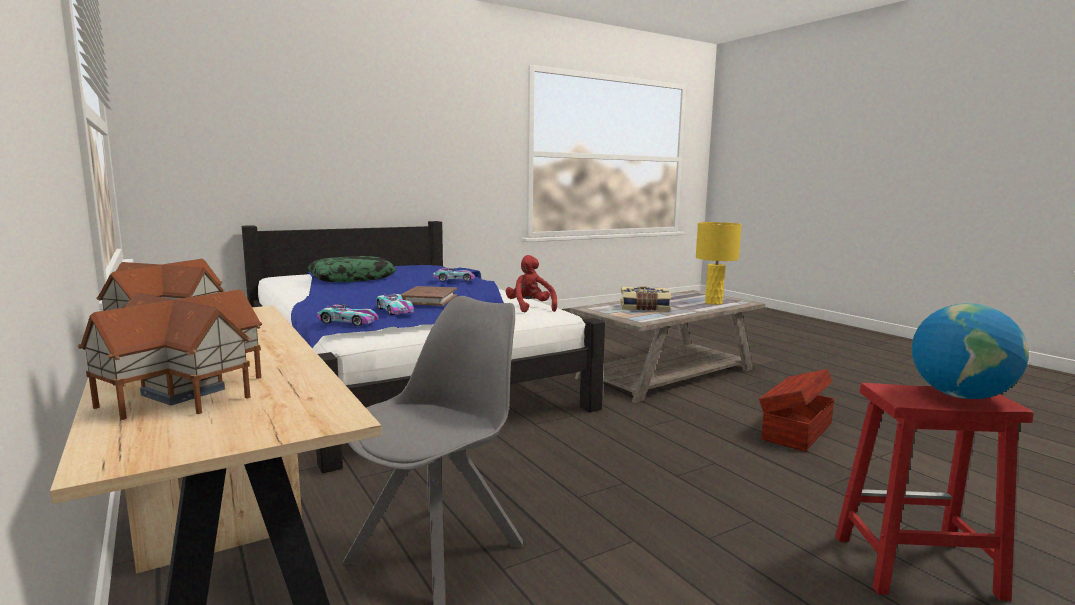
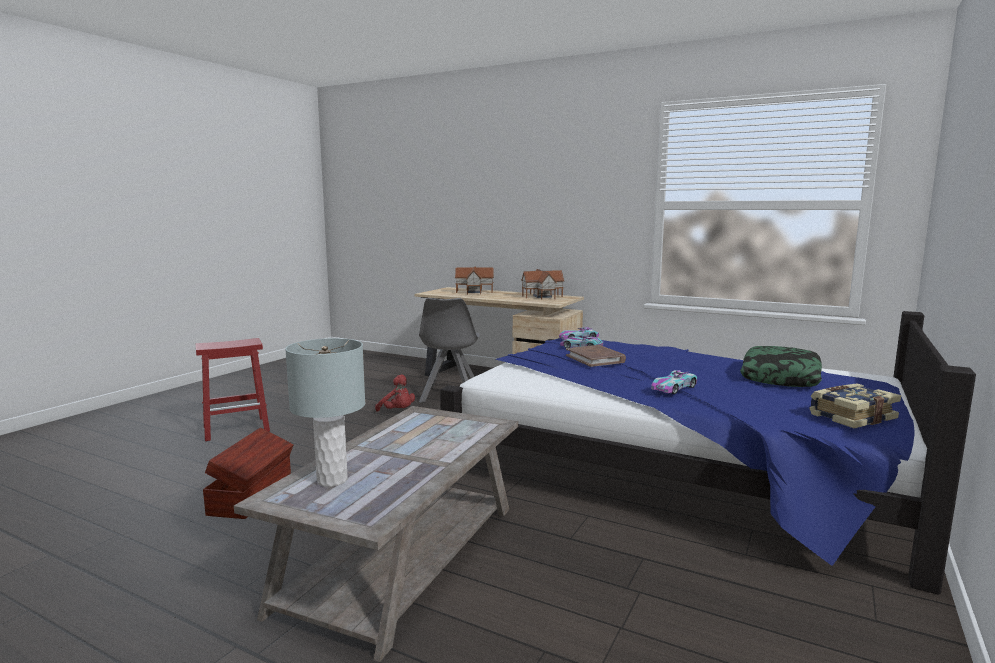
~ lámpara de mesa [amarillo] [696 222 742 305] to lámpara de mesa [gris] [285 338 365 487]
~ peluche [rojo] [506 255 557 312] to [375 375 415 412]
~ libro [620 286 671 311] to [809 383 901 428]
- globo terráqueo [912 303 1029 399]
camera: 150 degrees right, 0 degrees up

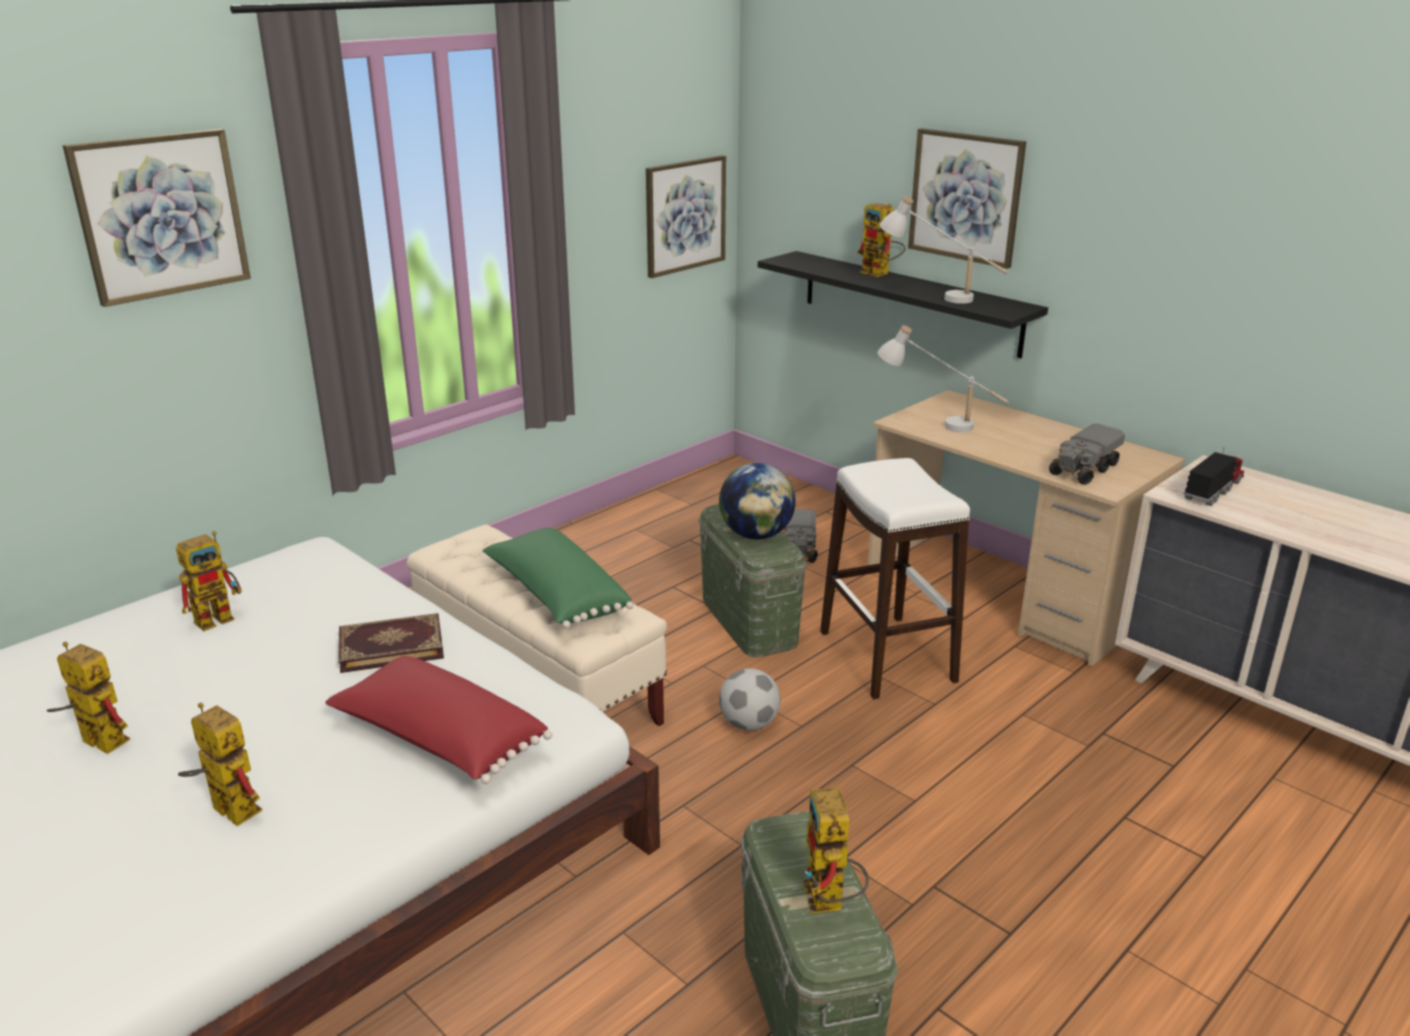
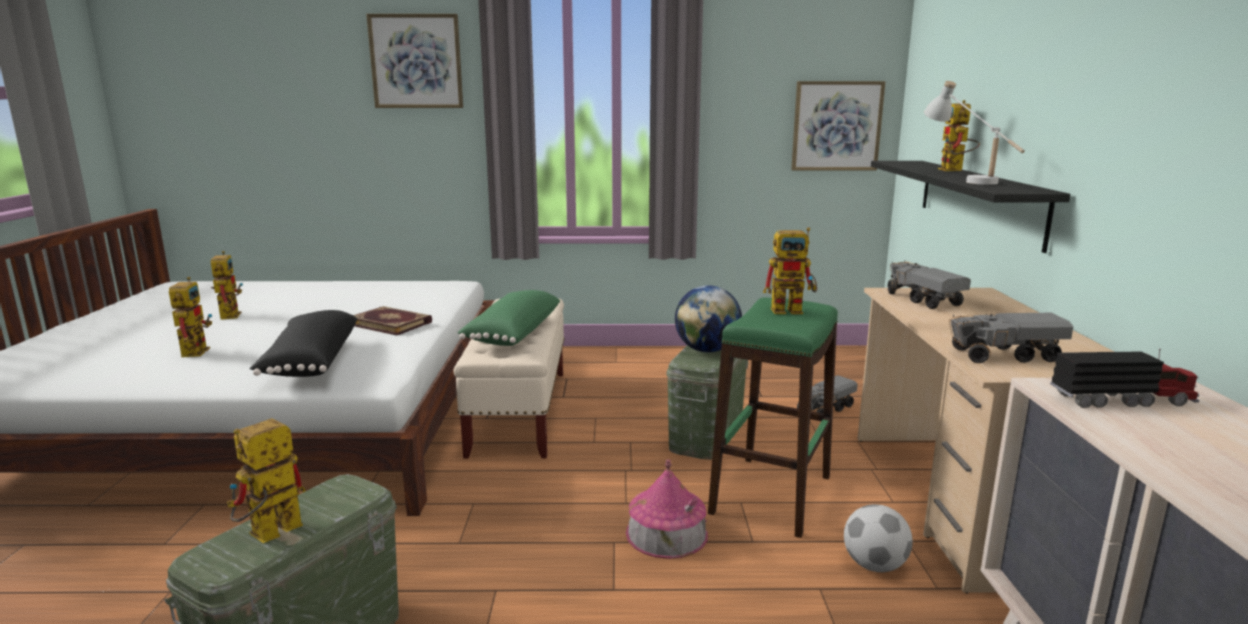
~ cojín [rojo] [326 656 552 784] to cojín [negro] [249 310 358 377]
+ casita [626 459 708 559]
~ taburete [blanco] [820 458 970 699] to taburete [verde] [708 298 838 538]
~ robot de juguete [176 531 241 631] to [763 227 817 314]
~ balón de fútbol [719 668 780 730] to [844 504 913 572]
~ lámpara de mesa [blanco] [878 325 1009 432] to camión de juguete [888 260 971 309]
- cuadro [908 128 1026 269]
camera: 45 degrees right, 10 degrees down

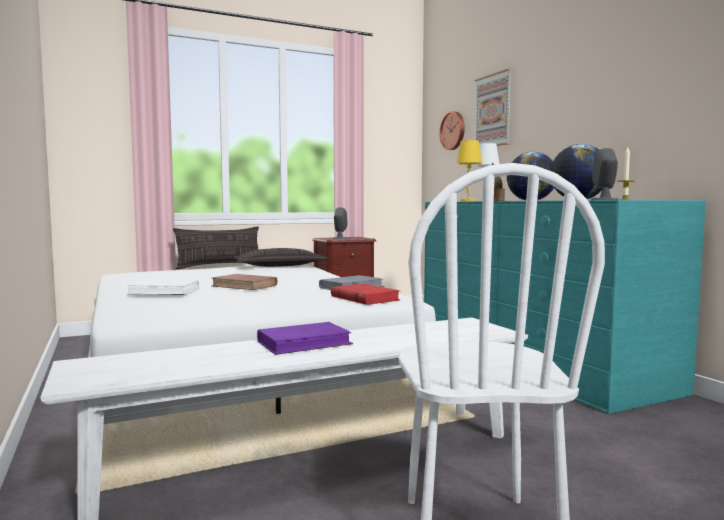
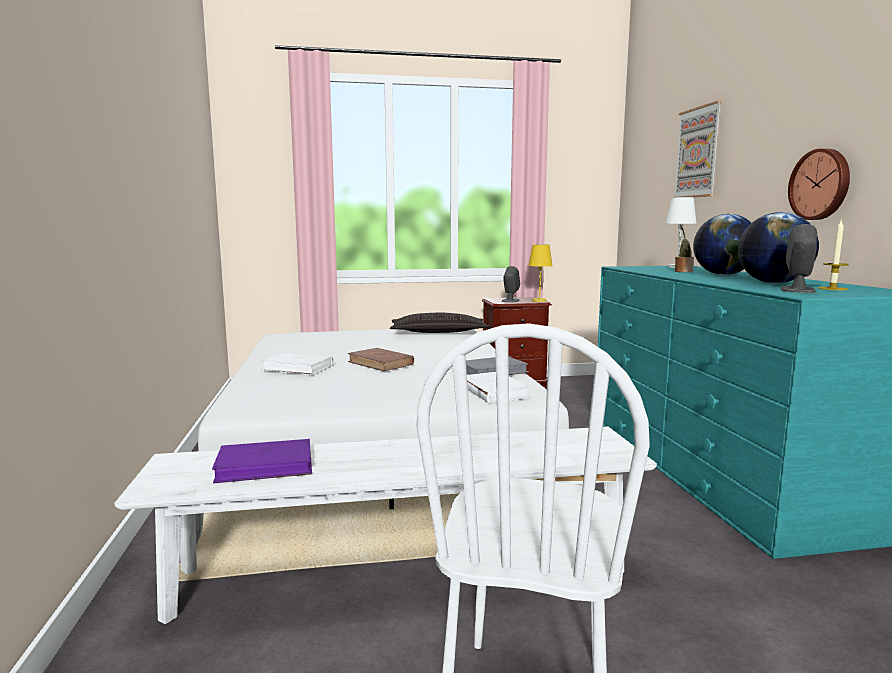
~ libro [morado] [257 322 353 355] to [212 439 312 483]
~ libro [rojo] [331 284 400 305] to libro [blanco] [467 372 531 403]
~ lámpara de mesa [amarillo] [456 140 482 201] to [528 244 552 302]
~ reloj de pared [439 111 465 150] to [788 148 850 220]
- cojín [173 226 259 270]
camera: 15 degrees right, 5 degrees up

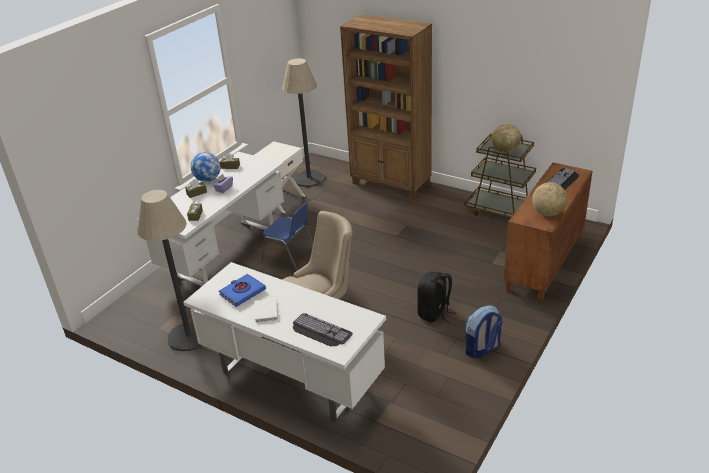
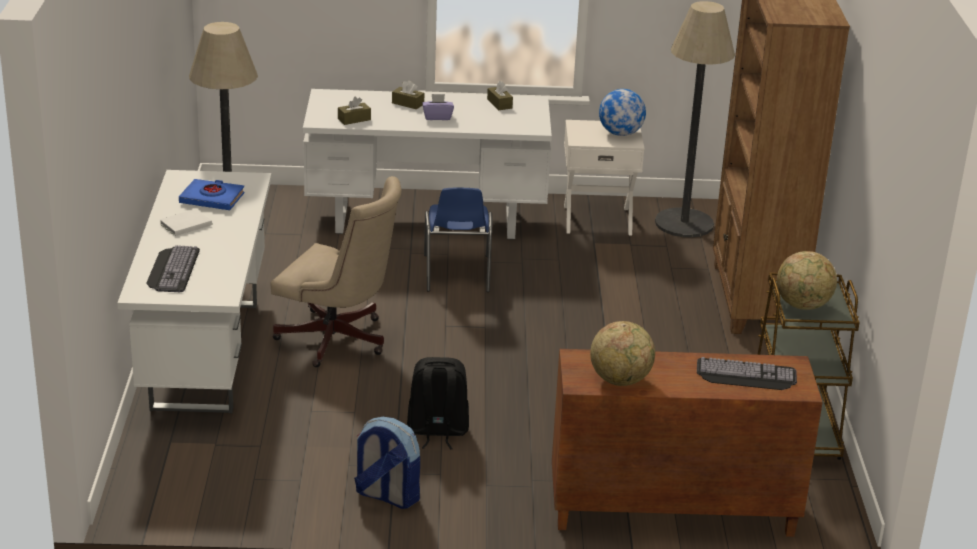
~ globo terráqueo [191 152 221 182] to [599 89 646 136]
camera: 55 degrees right, 5 degrees down

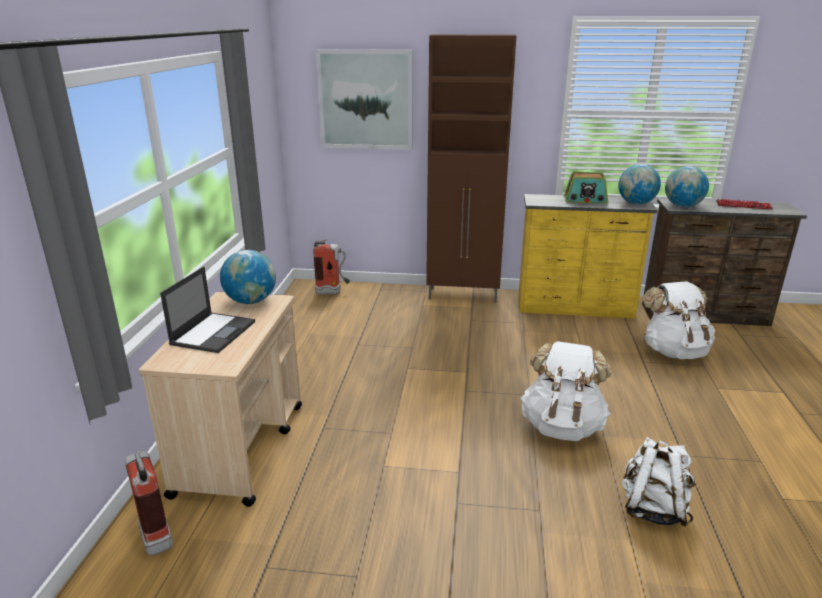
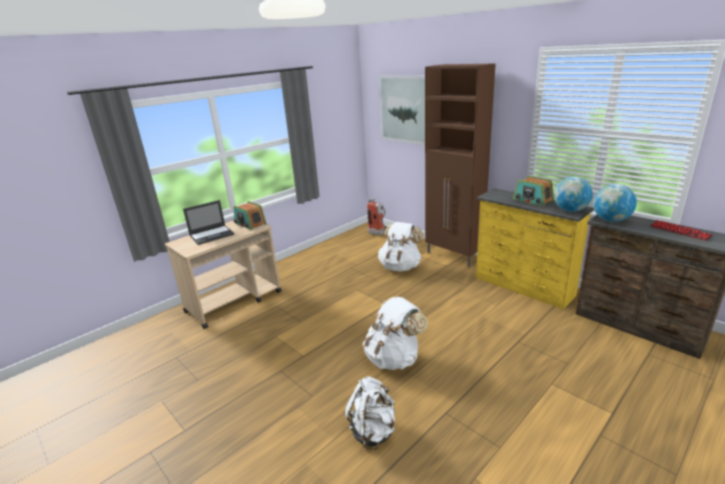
~ globo terráqueo [220 250 276 304] to radio [233 201 267 230]
~ mochila [blanco] [643 281 715 359] to [378 222 424 271]
- extintor [125 451 173 556]
camera: 40 degrees right, 0 degrees up

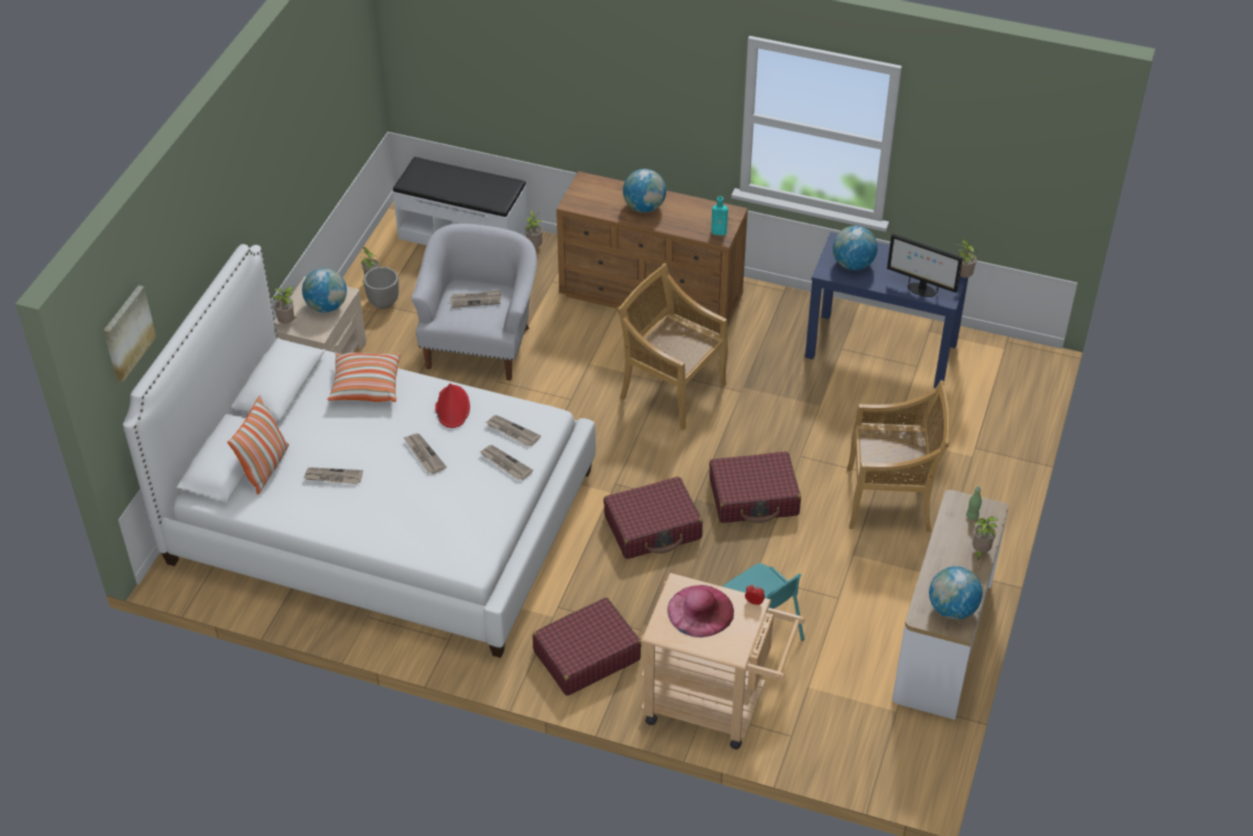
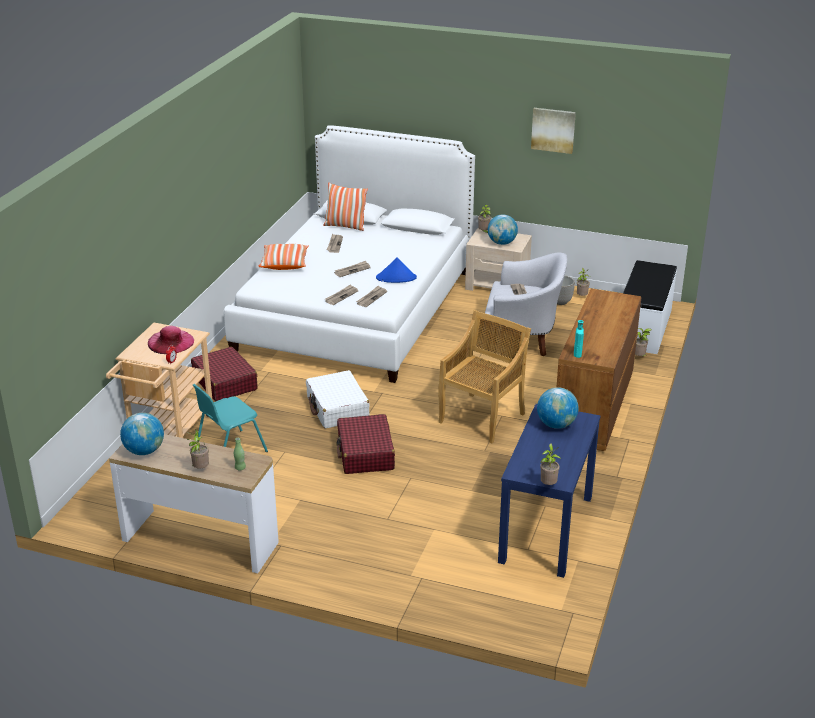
~ cojín [327 353 400 402] to [259 244 309 270]
~ maleta [rojo] [603 477 703 559] to maleta [blanco] [306 370 370 428]
~ sombrero [rojo] [435 383 470 428] to sombrero [azul] [376 258 417 283]
~ cuadro [103 285 156 382] to [531 108 576 154]
- globo terráqueo [623 169 666 213]
- silla [beis] [847 380 950 532]
- monitor [887 234 963 297]
camera: 90 degrees right, 15 degrees down

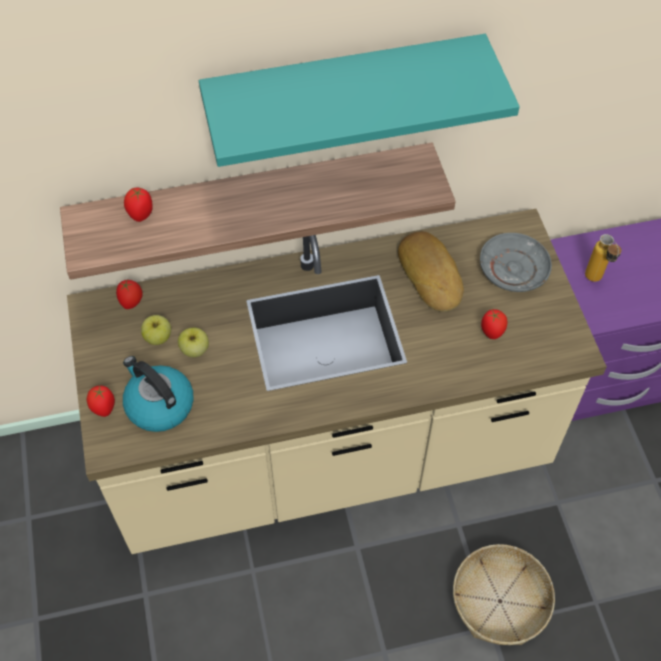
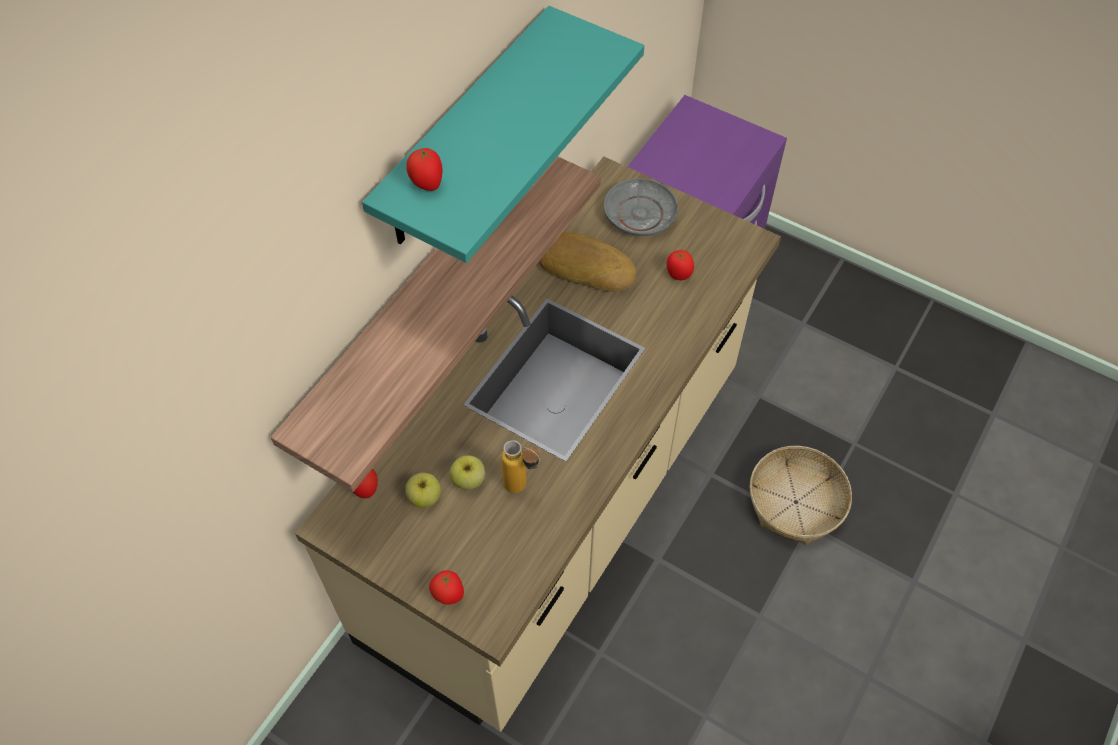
~ tomate [124 188 153 222] to [406 147 443 191]
~ botella [585 234 622 282] to [501 440 540 493]
- hervidor [123 356 194 432]
camera: 45 degrees left, 0 degrees up

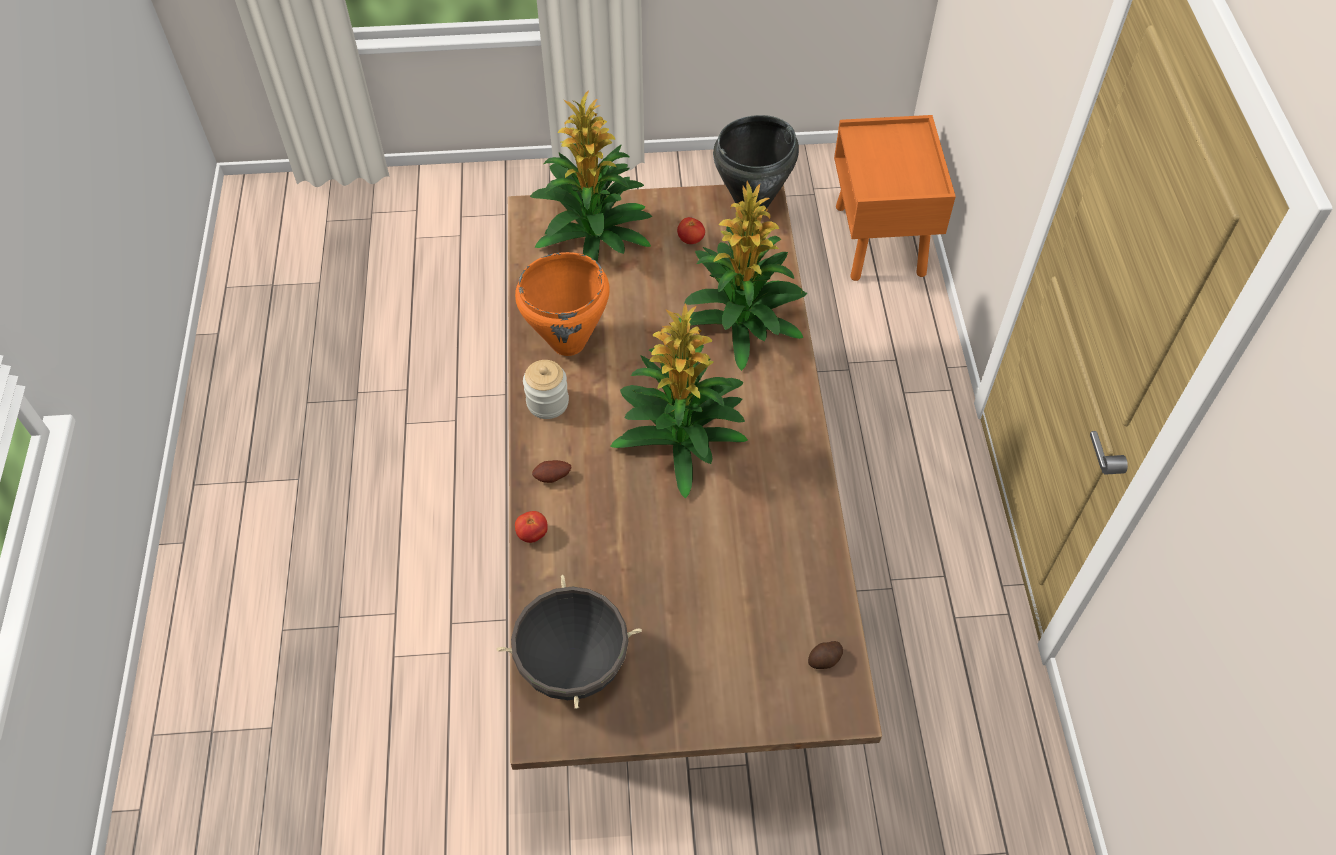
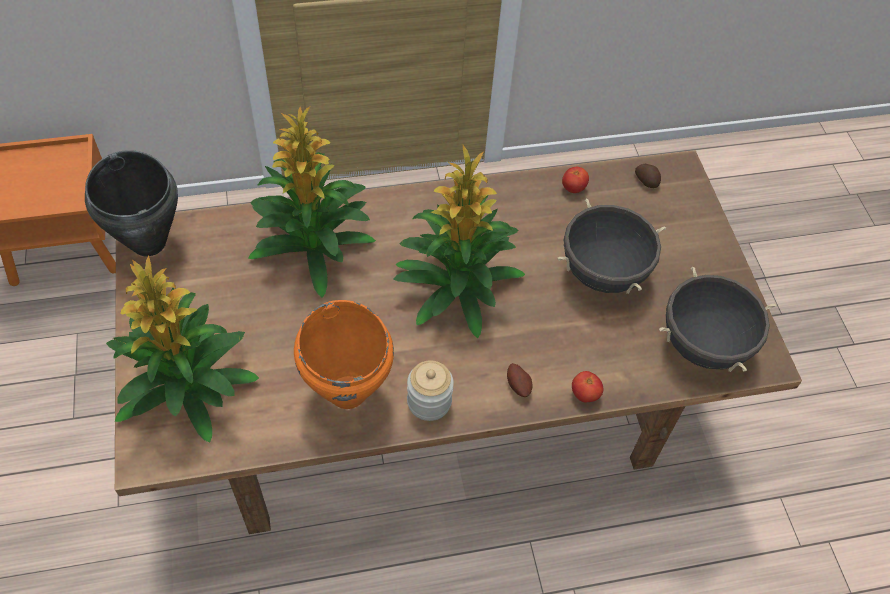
+ olla [negro] [557 199 666 294]
~ tomate [677 217 705 244] to [562 166 589 193]
camera: 100 degrees left, 0 degrees up

